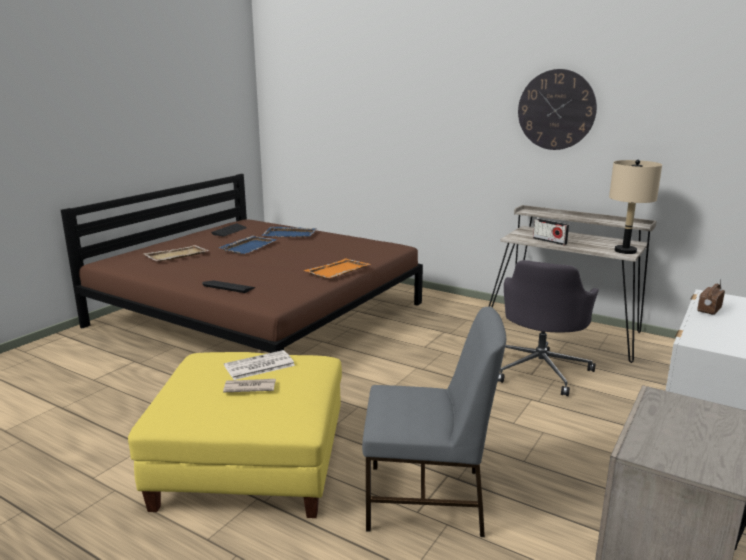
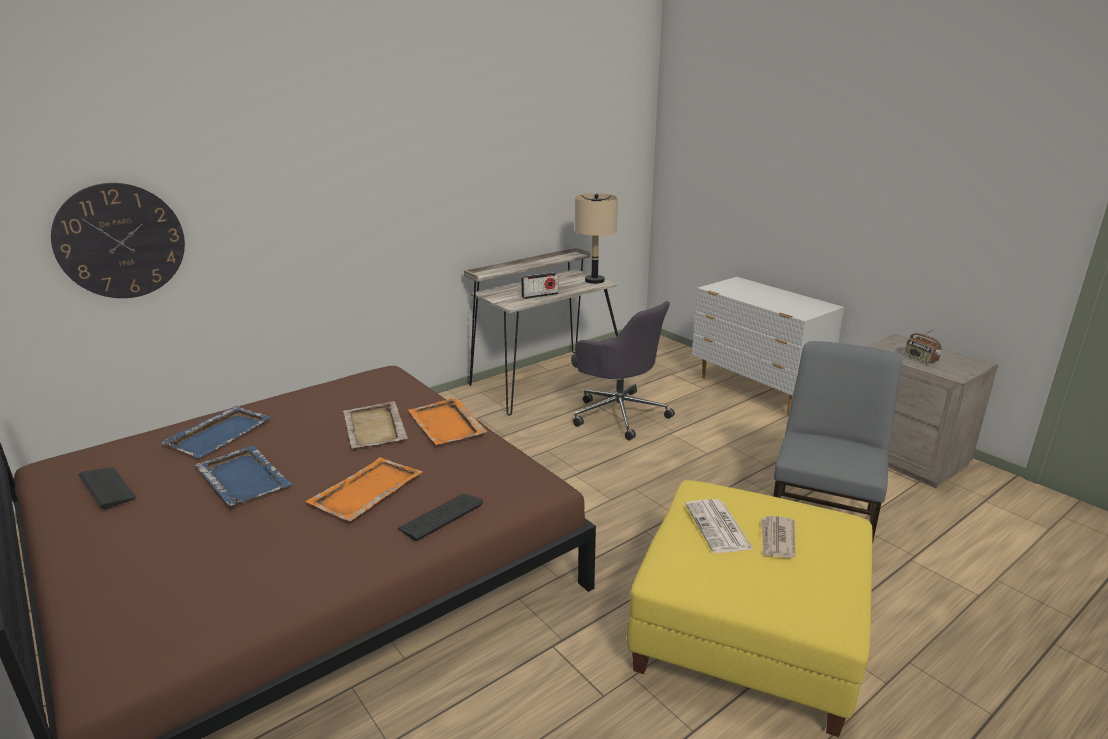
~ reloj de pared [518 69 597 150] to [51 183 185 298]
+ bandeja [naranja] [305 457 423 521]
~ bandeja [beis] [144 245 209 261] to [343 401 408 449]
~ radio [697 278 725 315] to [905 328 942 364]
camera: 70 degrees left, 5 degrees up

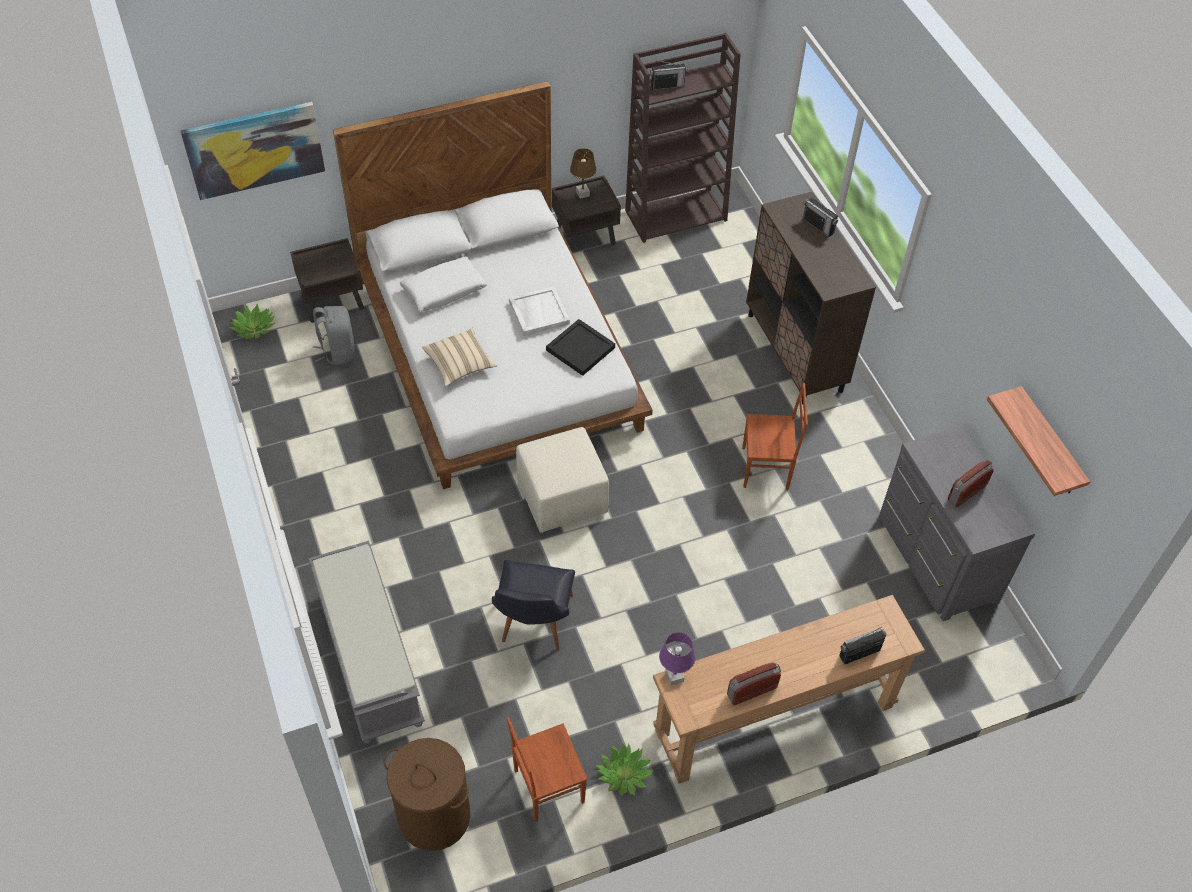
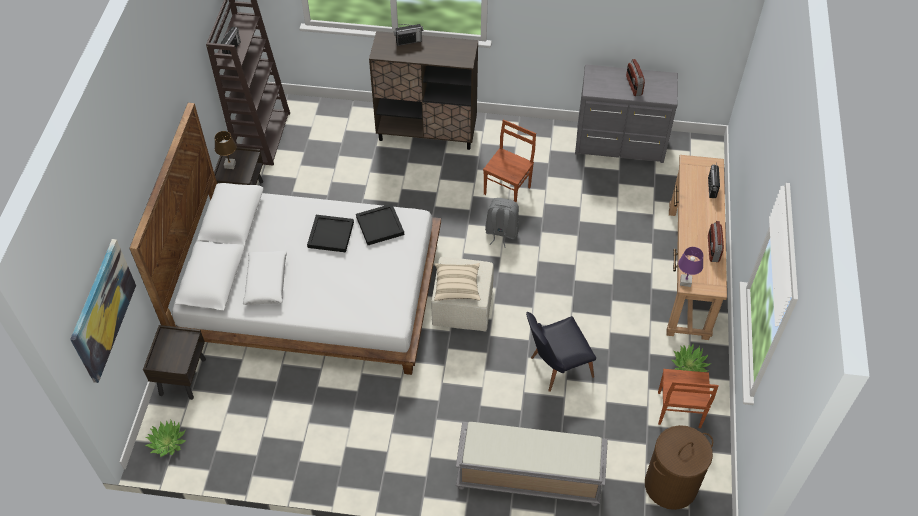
~ bandeja [blanco] [509 286 570 336] to bandeja [negro] [307 215 354 252]
~ cojín [beis] [422 328 497 386] to [434 263 480 301]
~ mochila [gris] [313 306 355 365] to [485 198 519 248]
~ silla [negro] [492 560 575 651] = [526 312 596 392] 120 degrees clockwise
- estante [987 386 1090 496]
camera: 60 degrees left, 0 degrees up

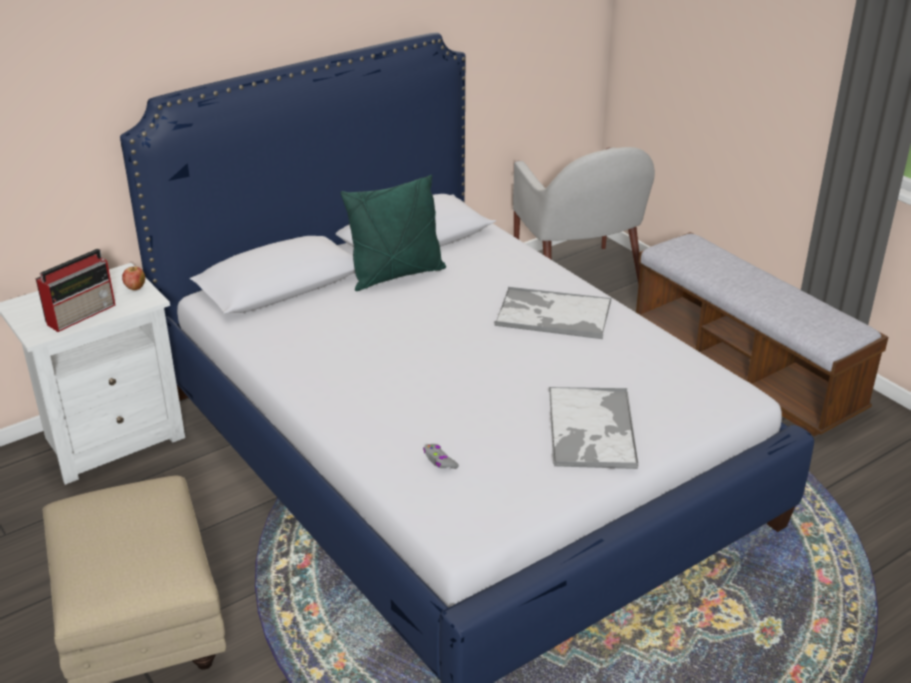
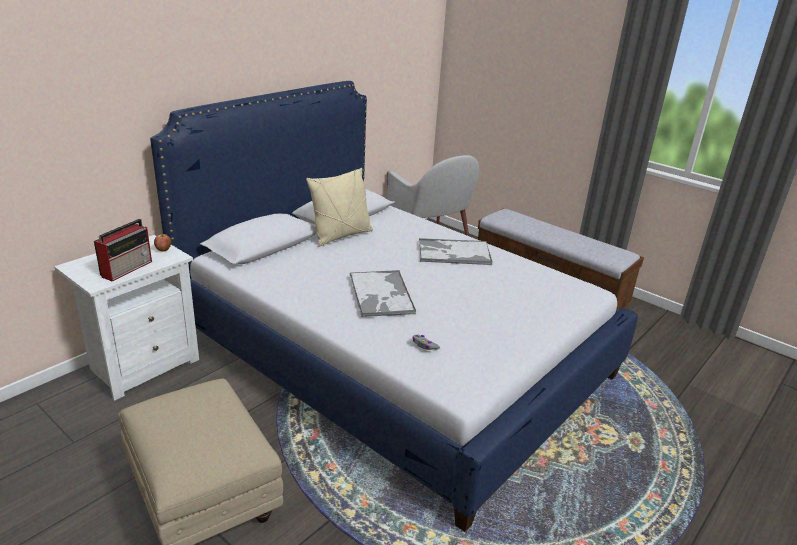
~ cojín [verde] [341 175 446 291] to cojín [beis] [306 168 373 247]
~ bandeja [549 387 639 469] to [350 270 416 317]
camera: 15 degrees left, 5 degrees down

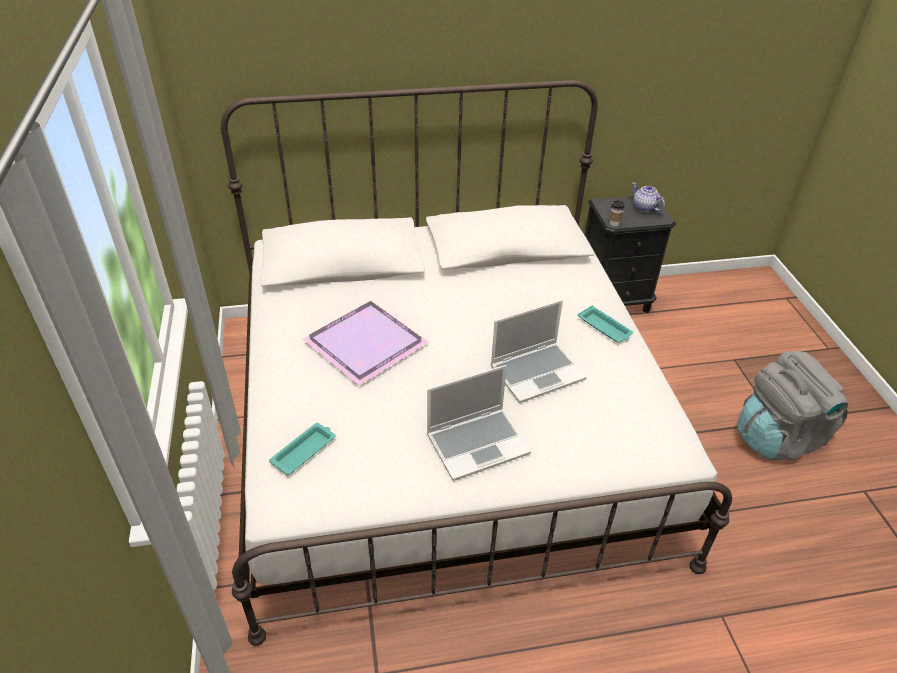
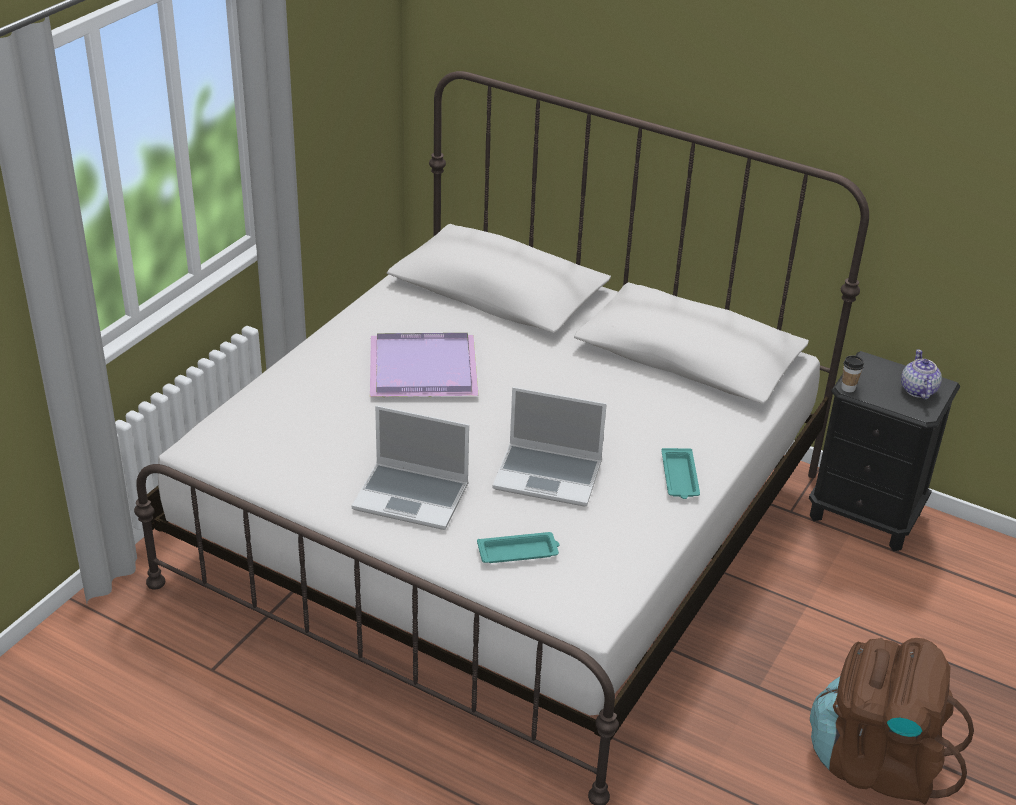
~ bandeja [turquesa] [269 423 335 475] to [477 532 560 563]
~ mochila [gris] [737 351 848 460] to mochila [marrón] [810 638 974 805]
camera: 40 degrees right, 5 degrees down

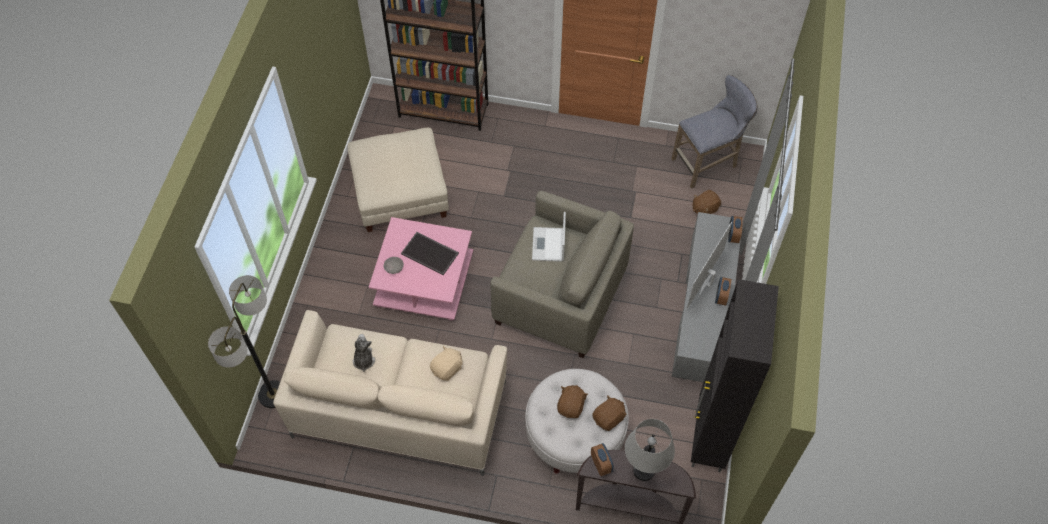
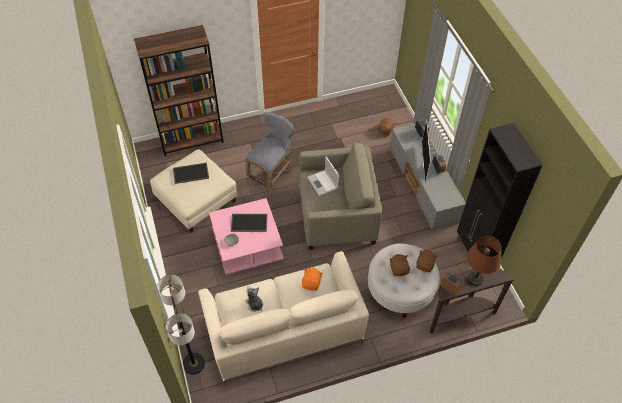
+ bandeja [173 163 209 184]
~ taburete [gris] [671 75 757 189] to [245 112 295 197]
~ peluche [beis] [430 346 463 381] to peluche [naranja] [302 268 323 291]
~ lámpara de mesa [gris] [625 419 675 481] to lámpara de mesa [marrón] [467 236 502 286]
camera: 30 degrees left, 5 degrees down

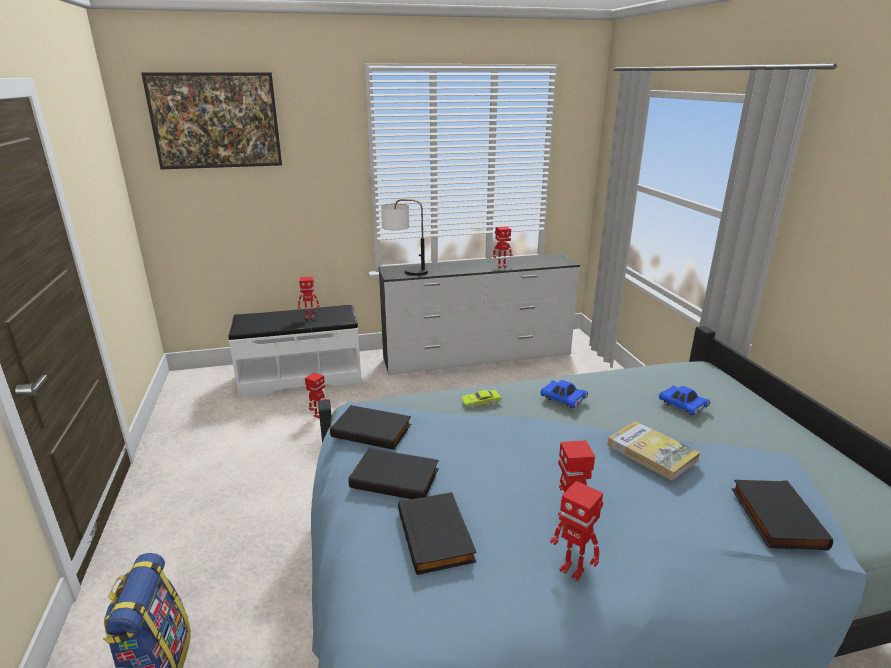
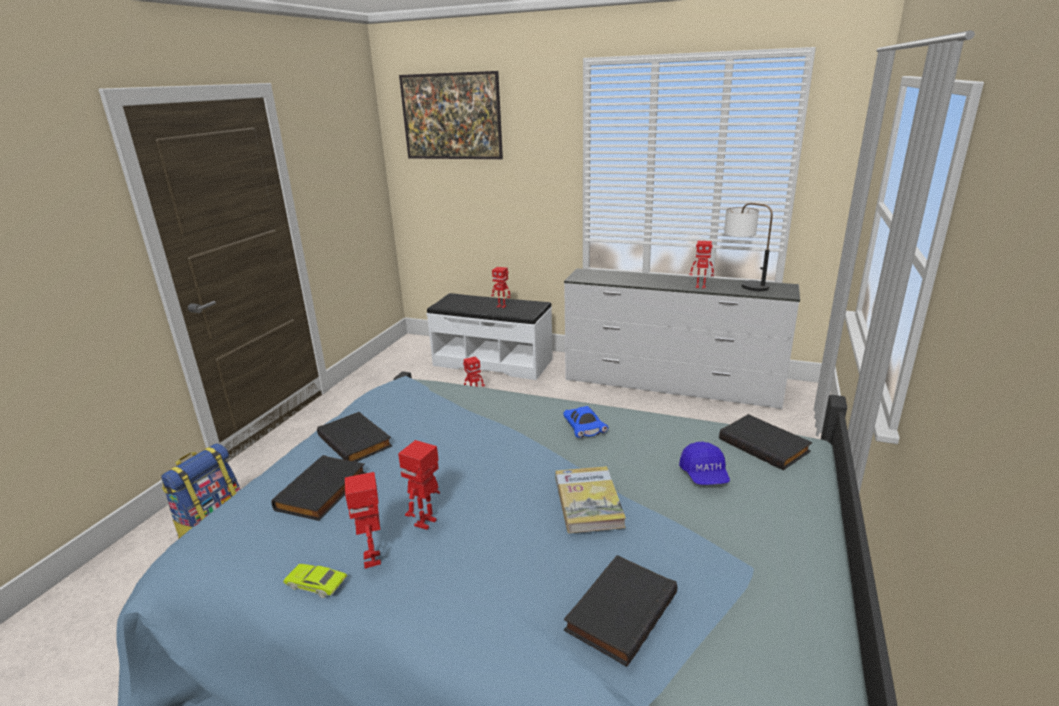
~ coche de juguete [verde] [461 390 502 408] to [283 564 348 598]
~ coche de juguete [azul] [659 386 710 415] to gorra [azul] [679 442 730 485]
~ libro [negro] [330 405 411 450] to [719 414 812 470]
~ lámpara de mesa [381 199 428 276] to [724 203 773 291]
camera: 35 degrees right, 0 degrees up

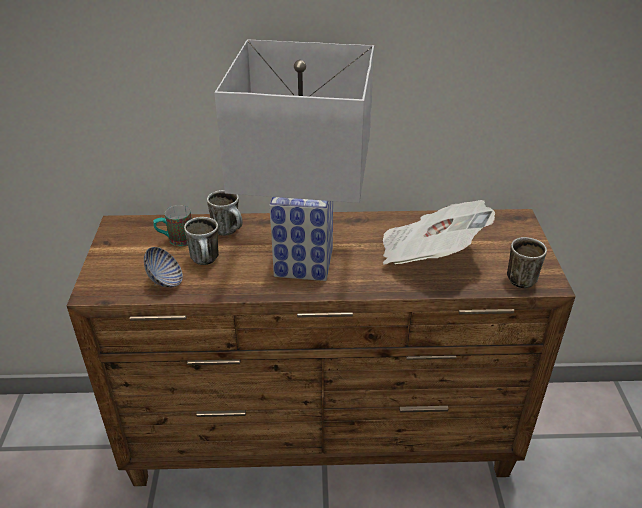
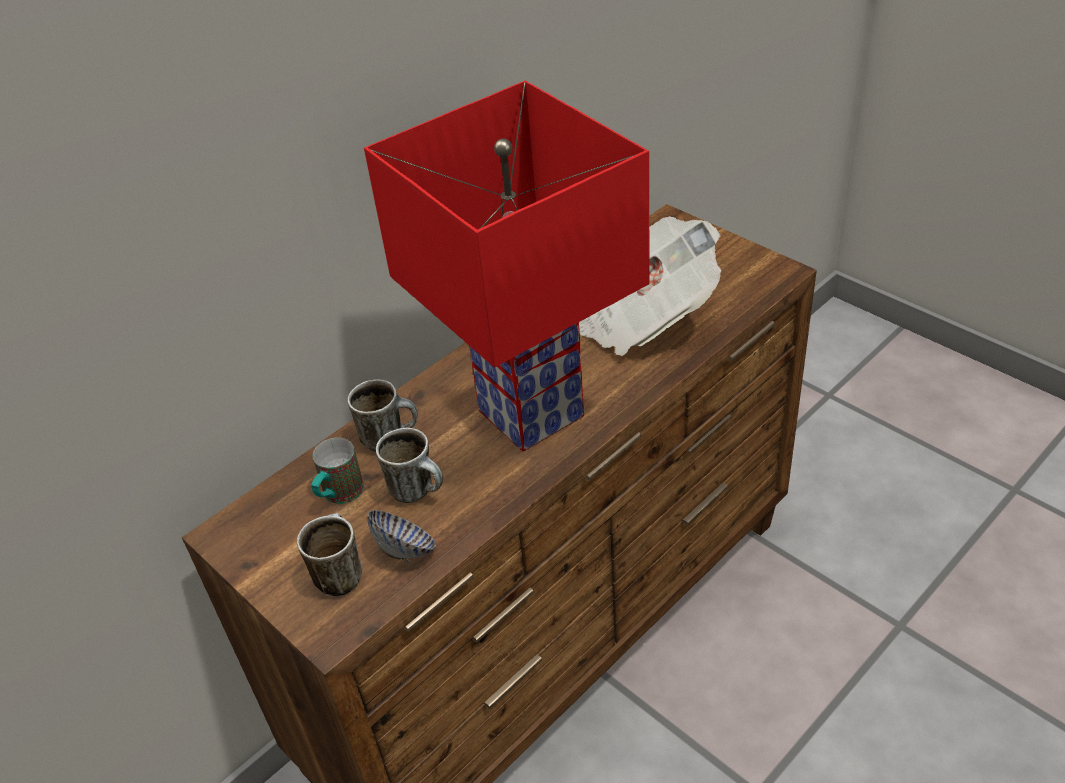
~ taza grande [507 237 547 288] to [297 513 362 597]
~ lámpara de mesa [blanco] [214 39 374 281] to lámpara de mesa [rojo] [364 81 649 451]
camera: 40 degrees left, 5 degrees up

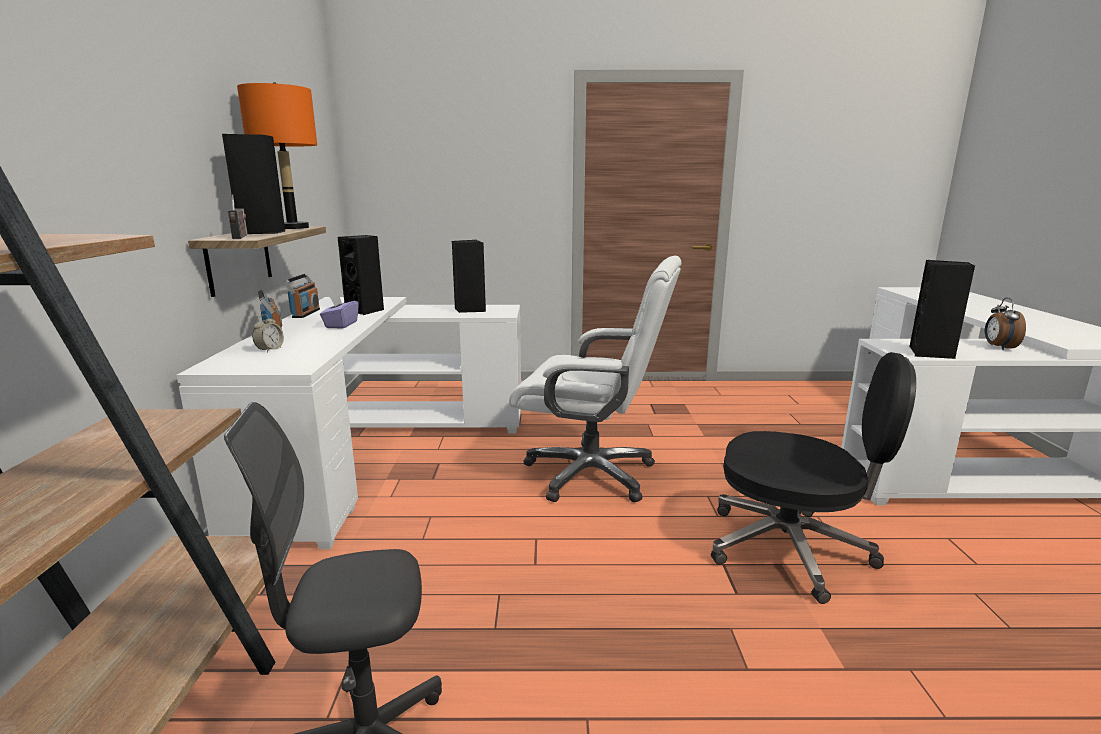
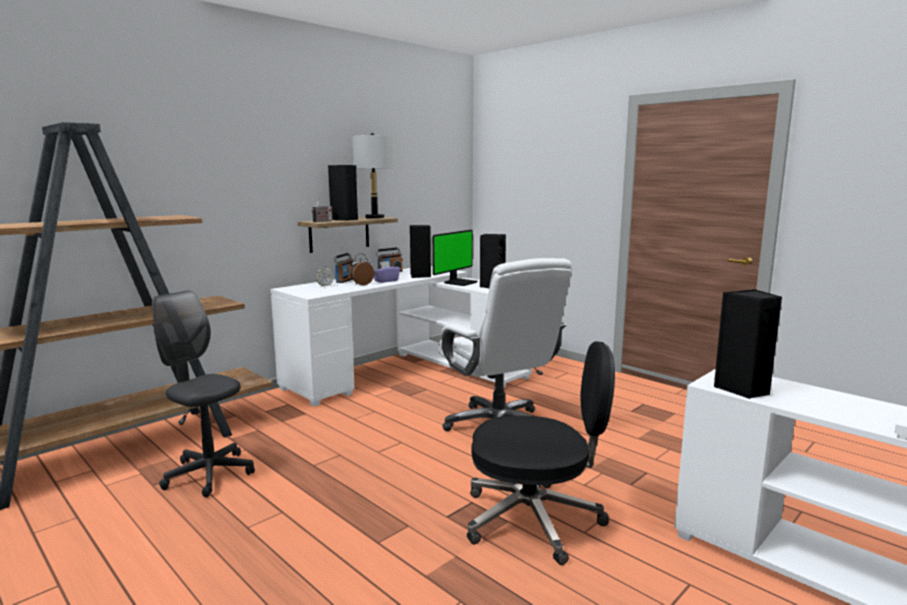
~ despertador [985 298 1026 350] to [350 254 374 285]
~ lámpara de mesa [naranja] [237 82 317 229] to lámpara de mesa [gris] [352 133 393 219]
+ monitor [432 230 478 286]
~ silla de oficina [negro] [711 352 916 604] = [467 341 615 565] 60 degrees counterclockwise
camera: 45 degrees right, 5 degrees down

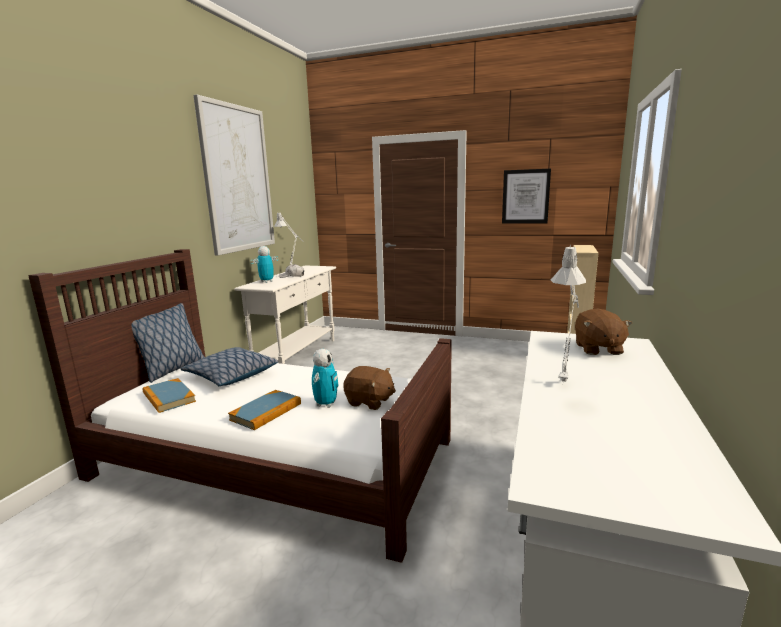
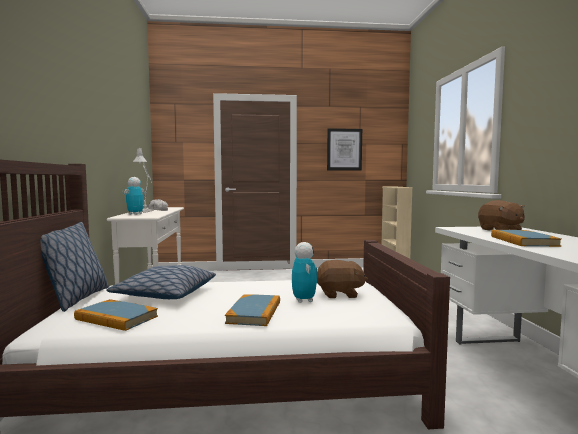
~ lámpara de mesa [gris] [551 245 586 382] to libro [491 230 562 247]
- cuadro [193 95 275 255]
camera: 25 degrees left, 10 degrees down

